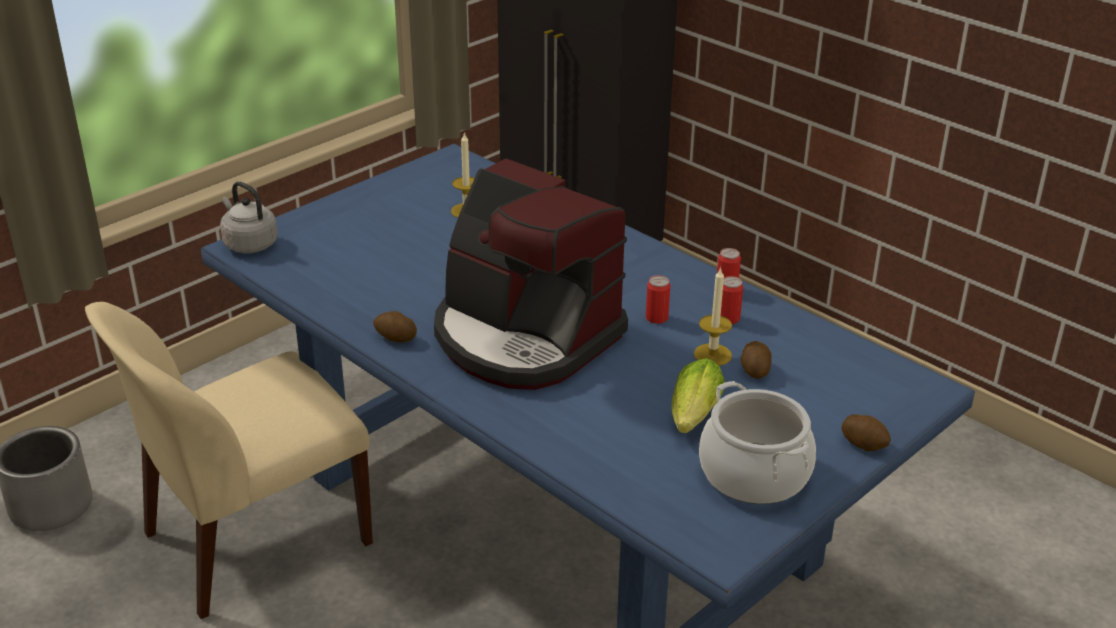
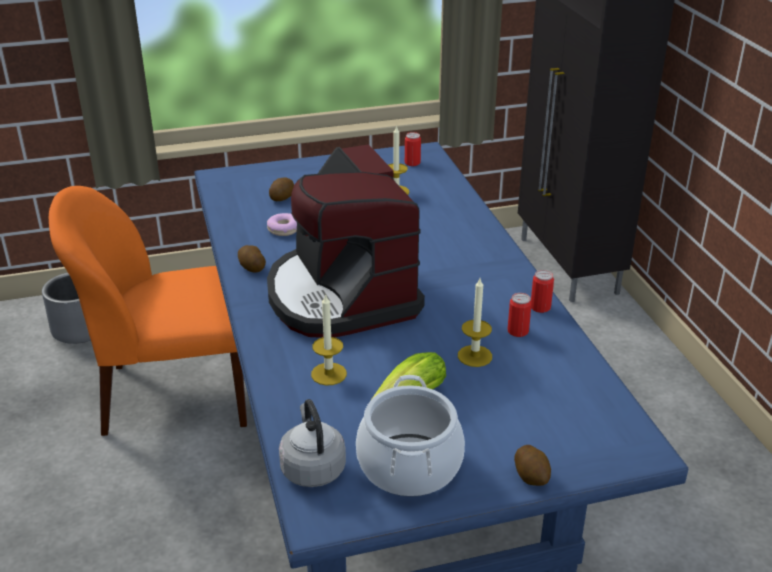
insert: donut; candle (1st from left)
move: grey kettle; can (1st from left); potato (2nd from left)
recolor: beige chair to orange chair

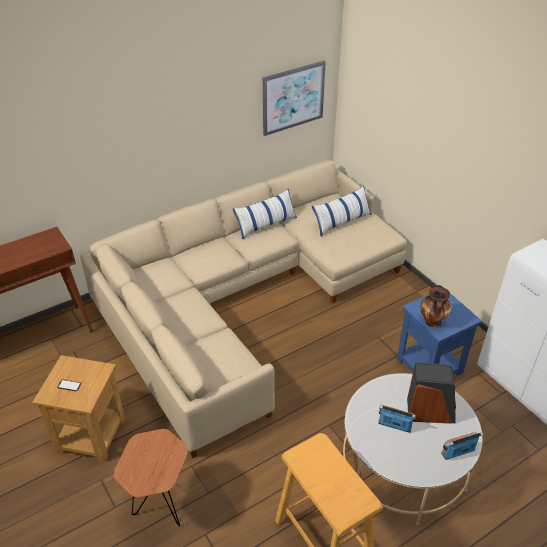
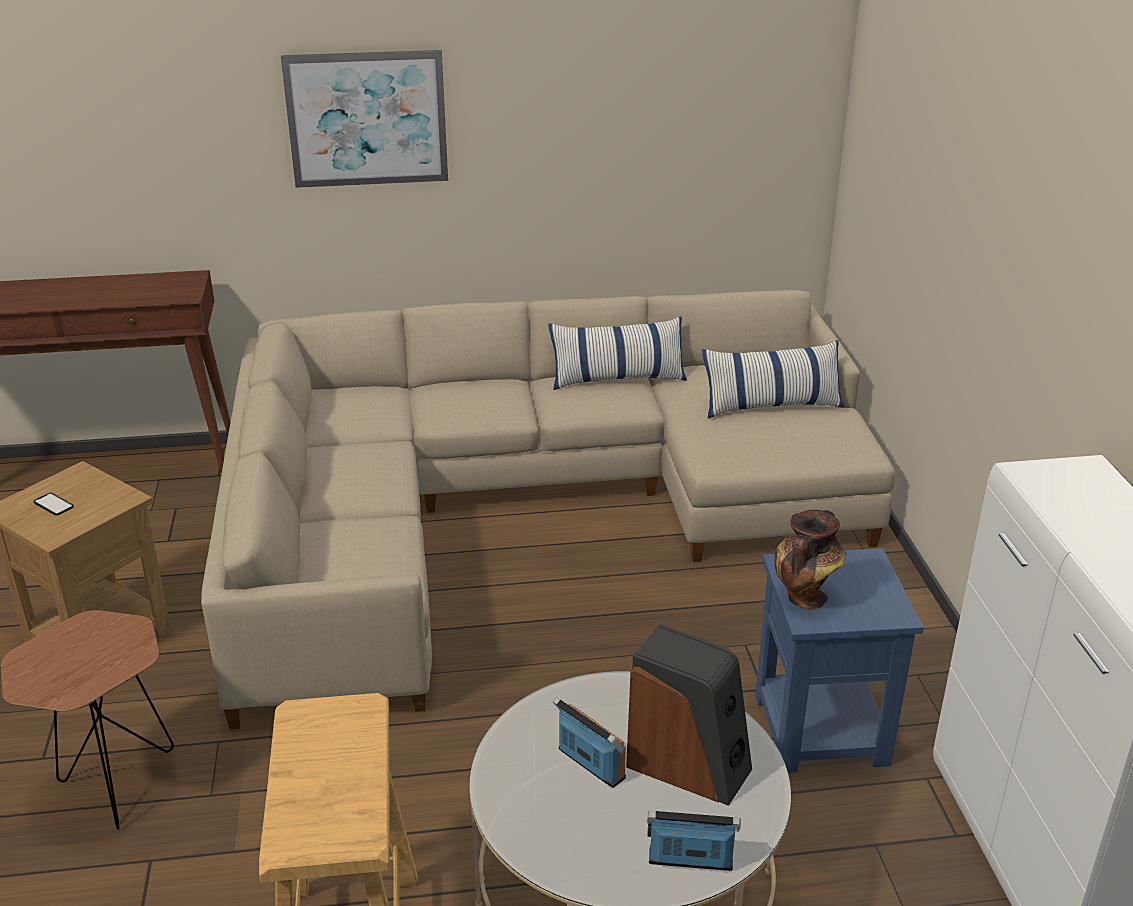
move: picture

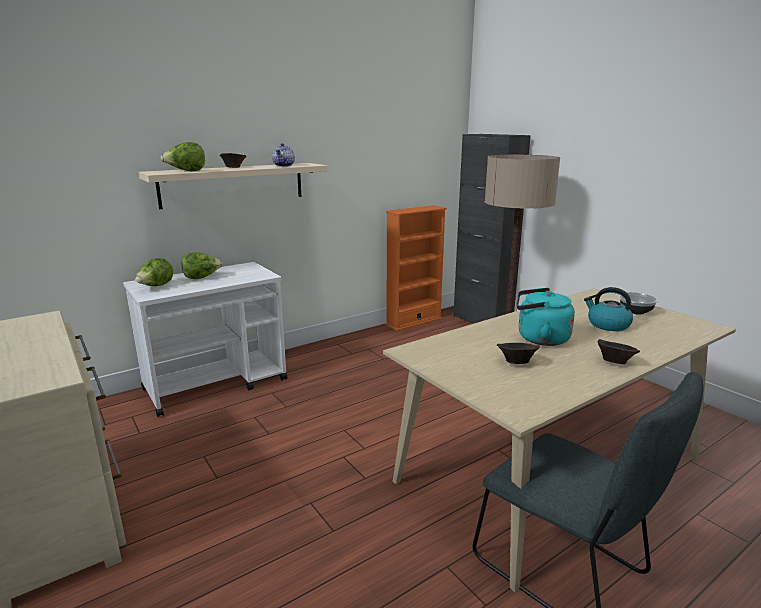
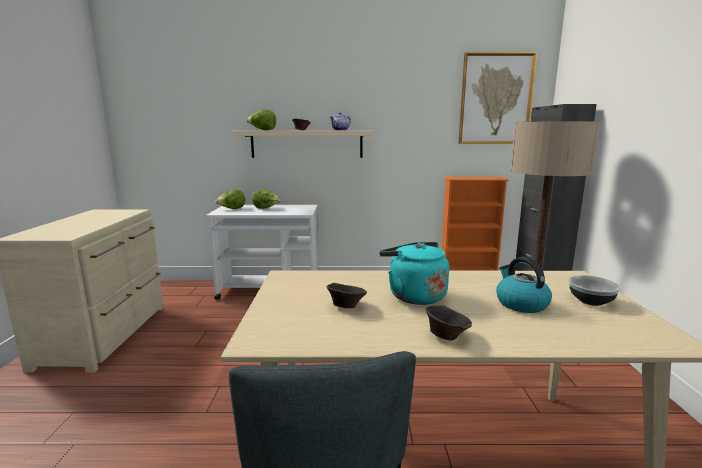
insert: picture

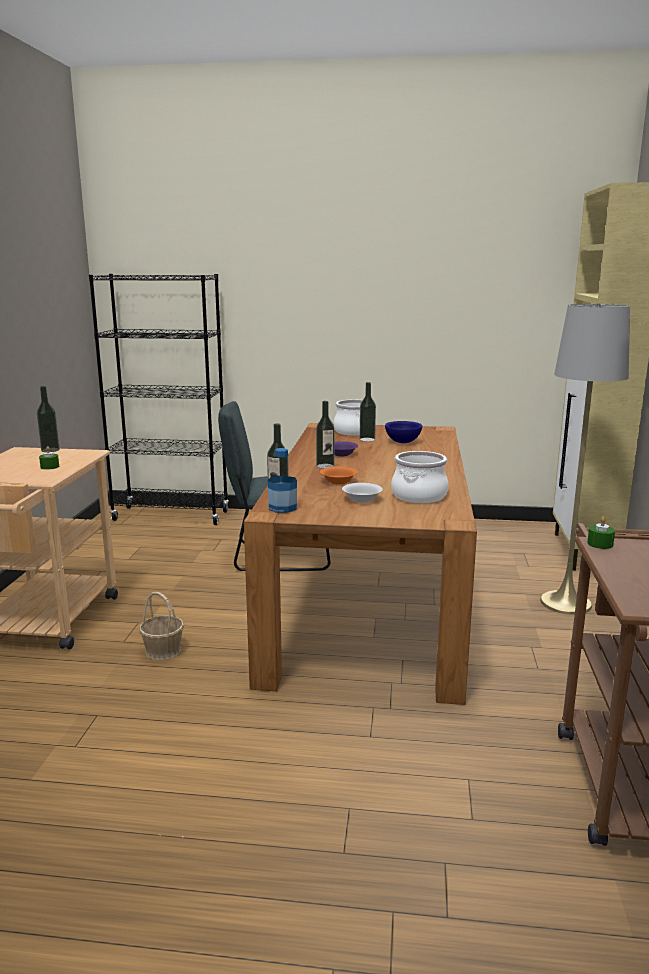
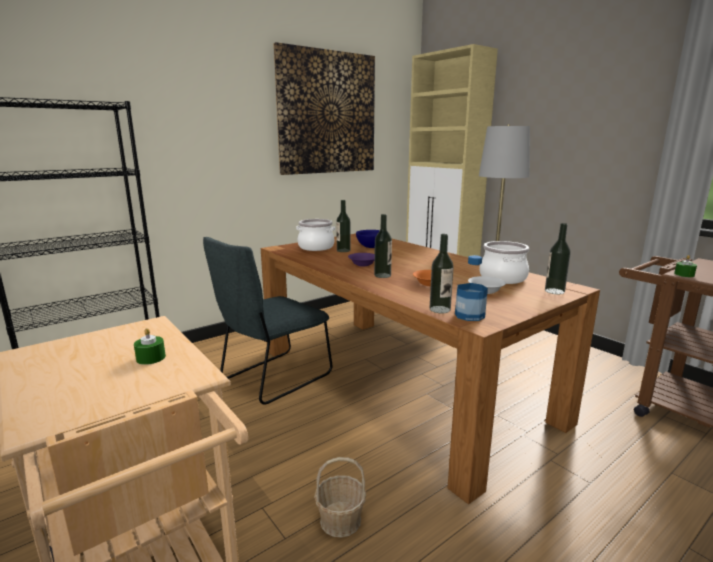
insert: picture
move: bottle (1st from left in the first image) to bottle (5th from left)

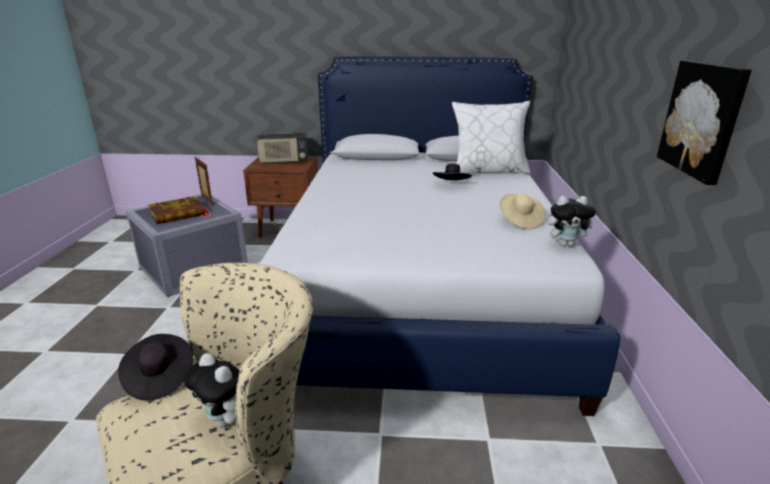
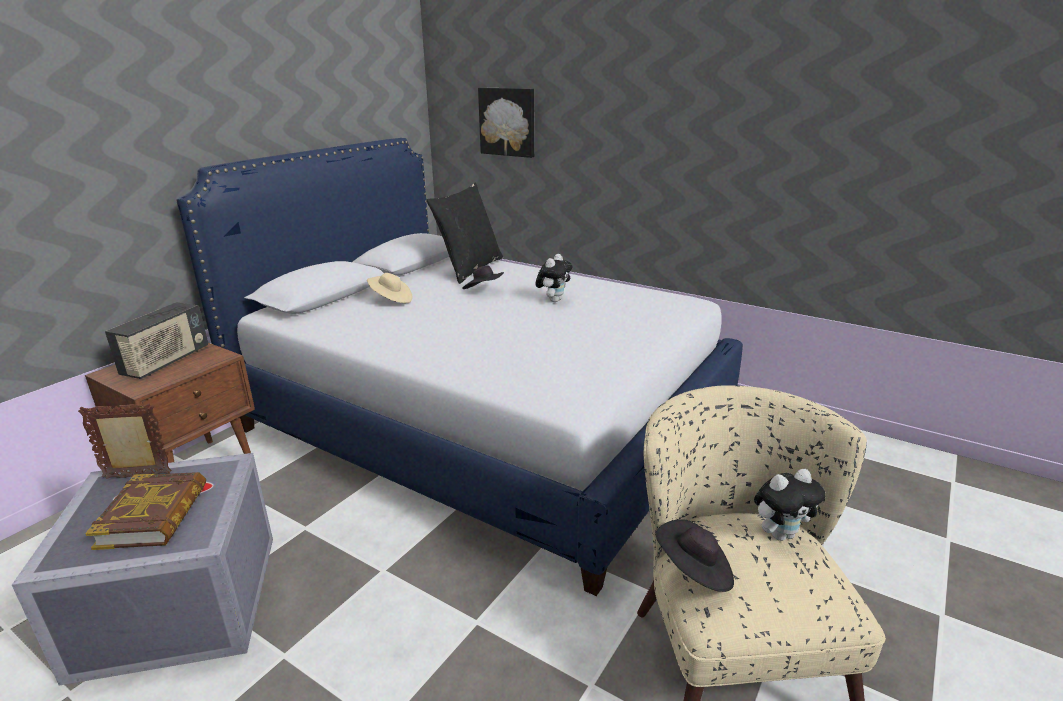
move: beige hat; plush toy (2nd from left in the first image) to plush toy (1st from left); picture
recolor: white pillow to black pillow

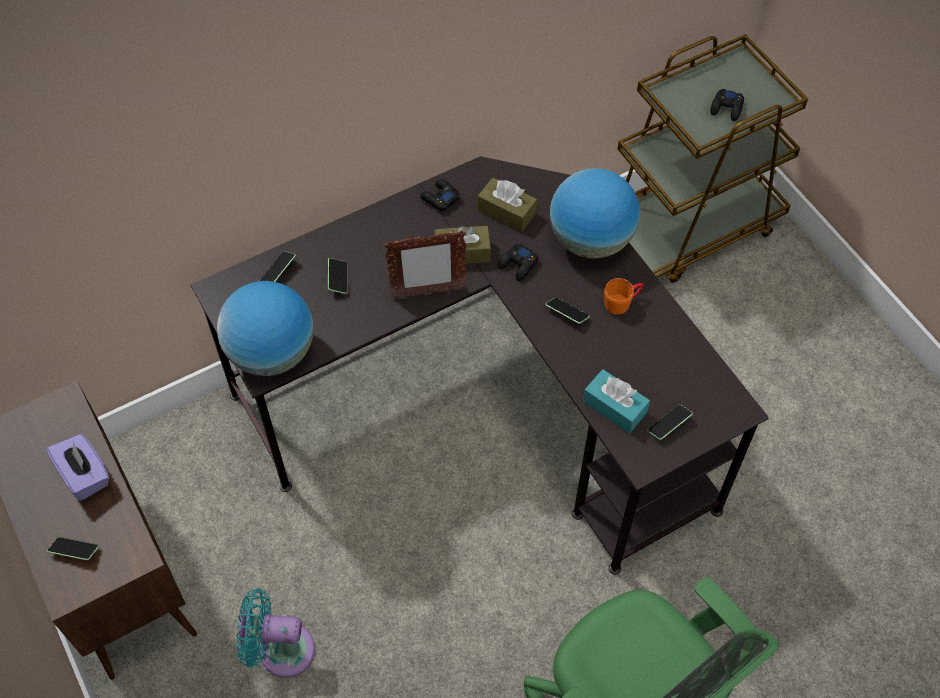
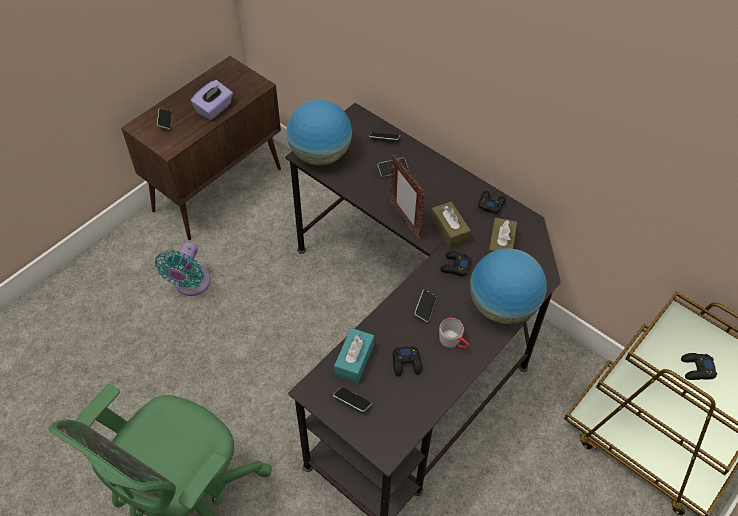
insert: black game controller (1st from left)
recolor: orange mug to grey mug
rotate: turquoise fan 150 degrees counterclockwise

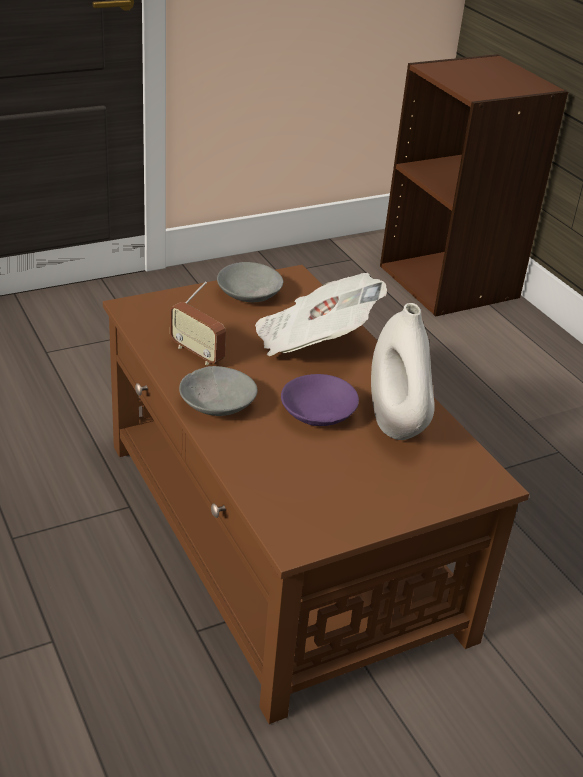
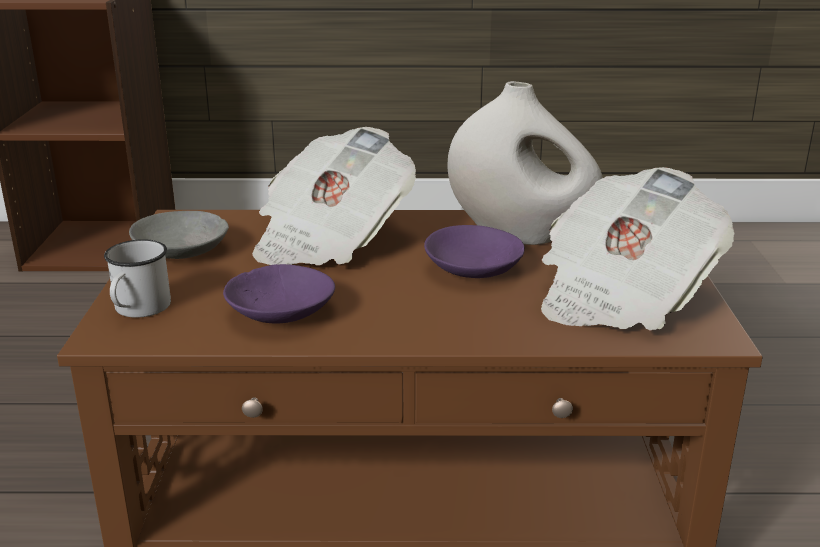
delete: grey bowl (1st from left)
insert: white mug; newspaper (2nd from left)
replace: radio to purple bowl (1st from left)

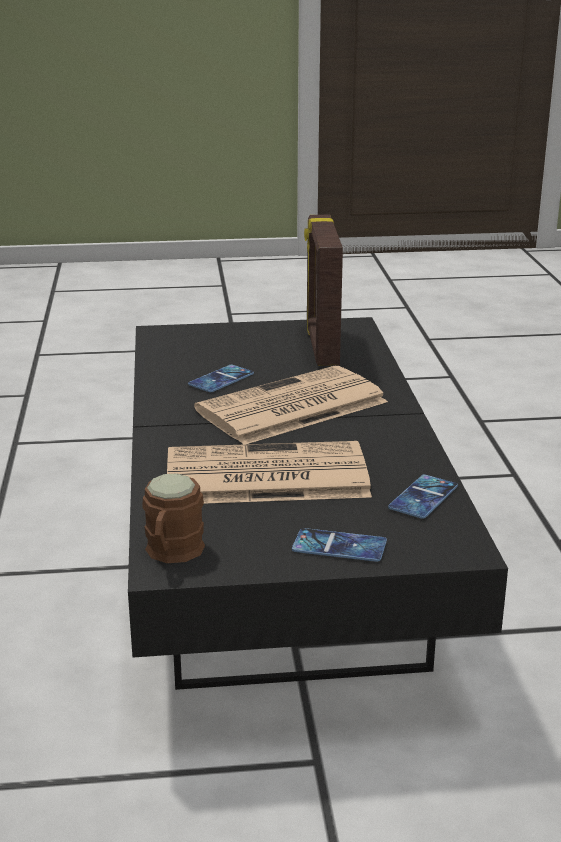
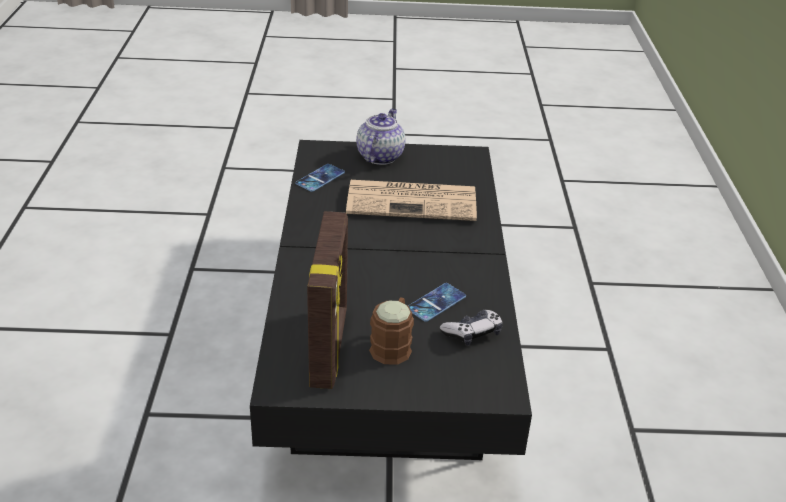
delete: newspaper (2nd from left)
insert: game controller
move: brown mug
replace: phone (2nd from left) to teapot

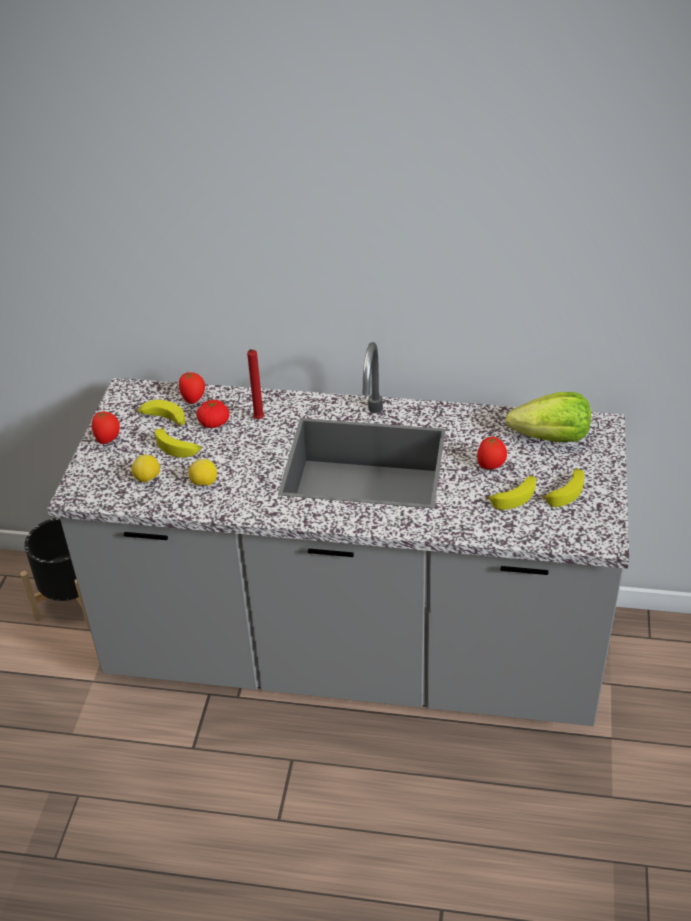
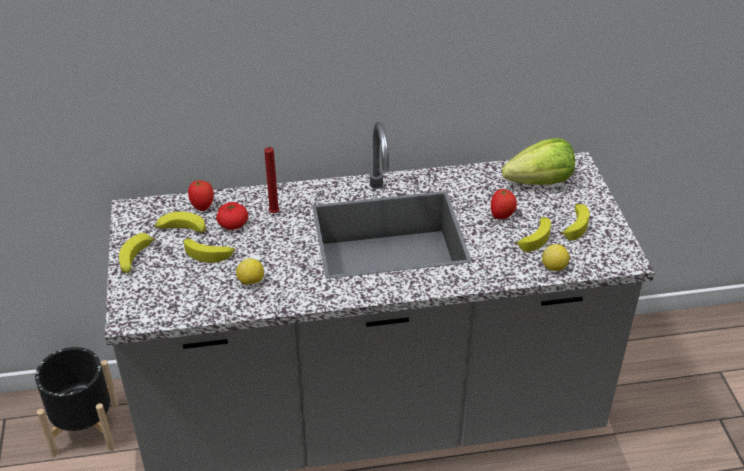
move: lemon (1st from left in the first image) to lemon (2nd from left)
replace: tomato (1st from left) to banana (1st from left)

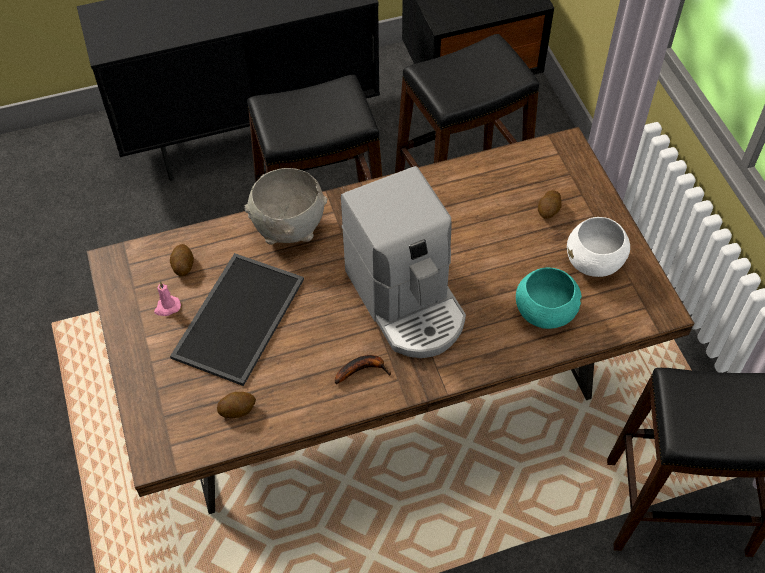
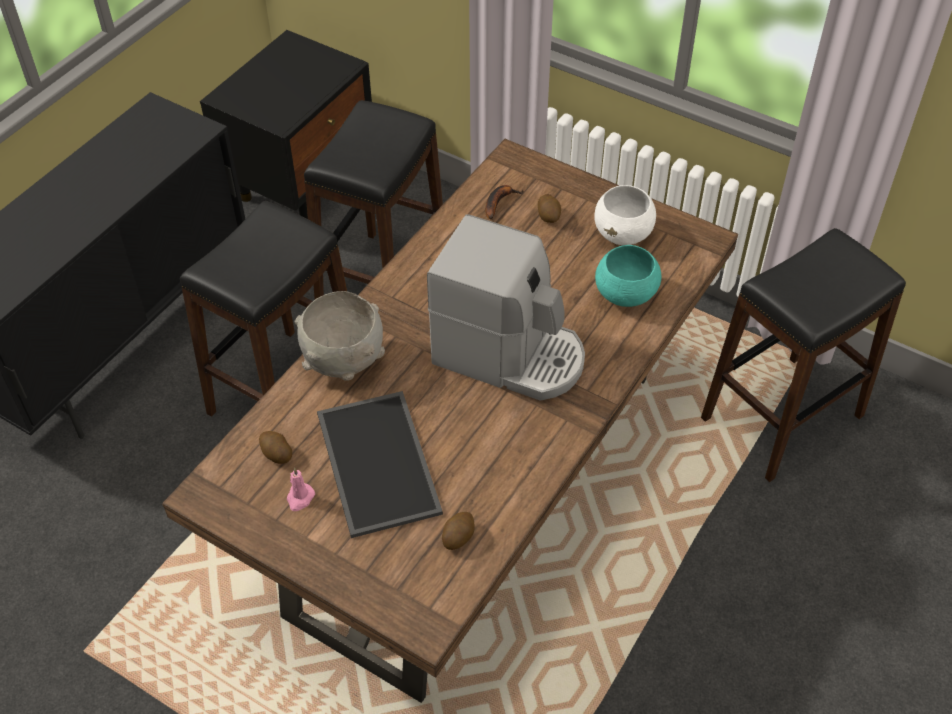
move: banana

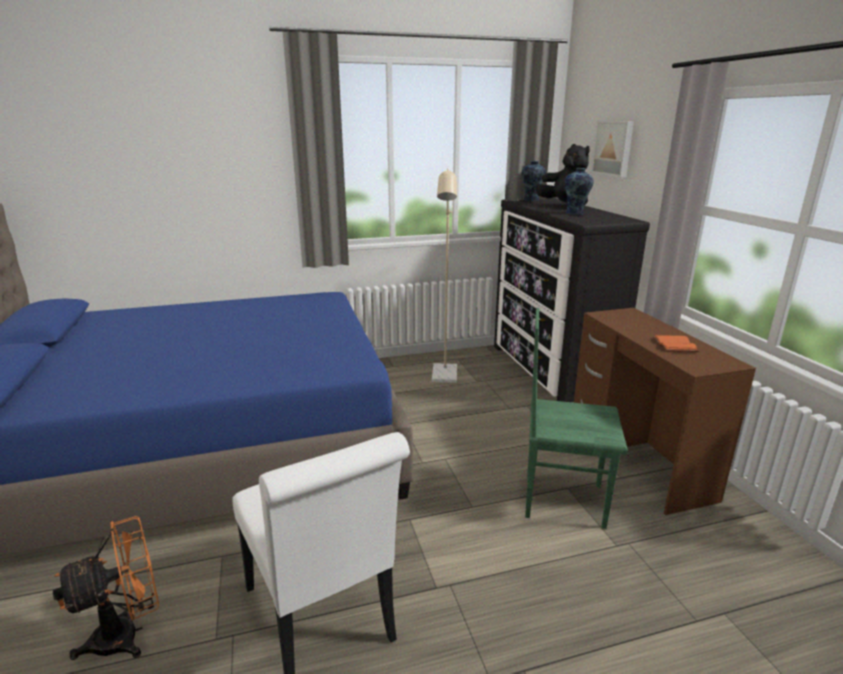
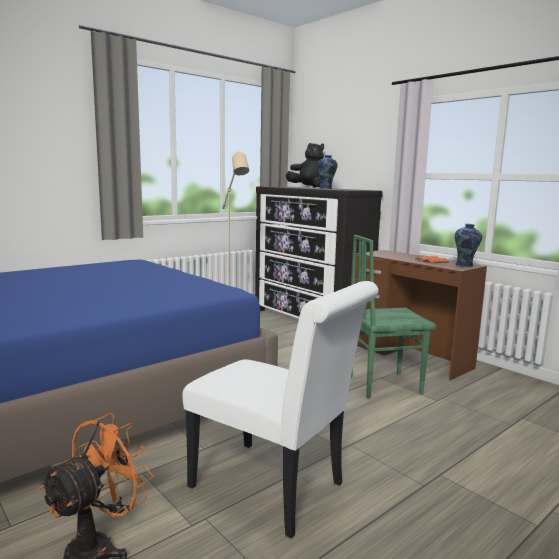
delete: picture
move: vase (1st from left in the first image) to vase (2nd from left)

